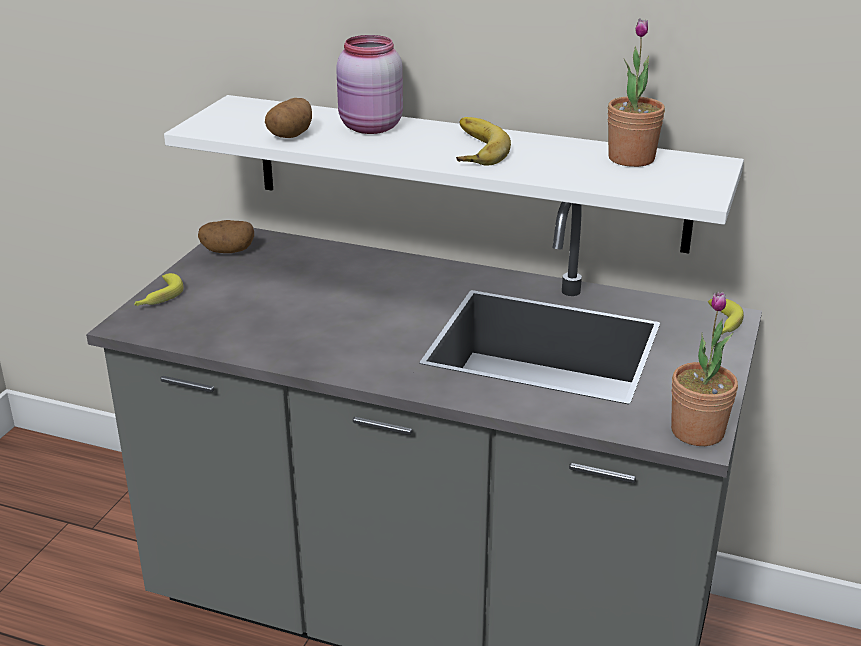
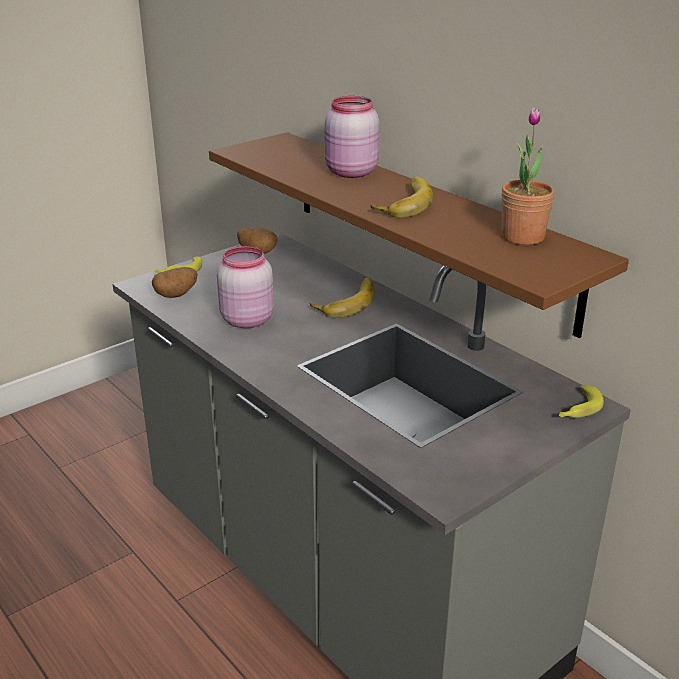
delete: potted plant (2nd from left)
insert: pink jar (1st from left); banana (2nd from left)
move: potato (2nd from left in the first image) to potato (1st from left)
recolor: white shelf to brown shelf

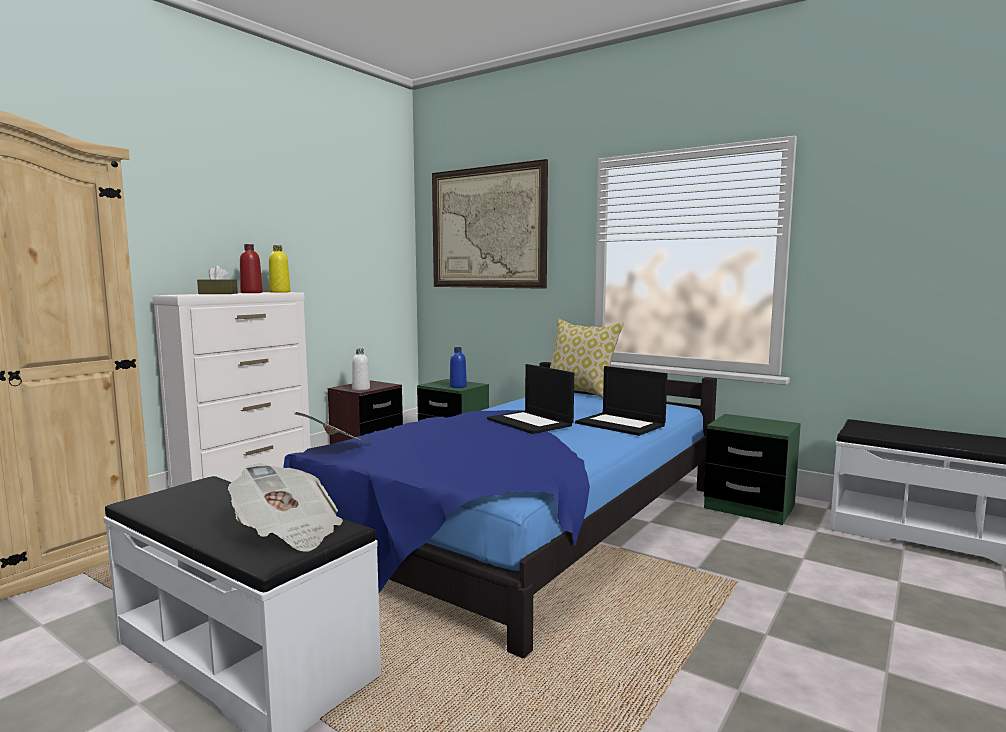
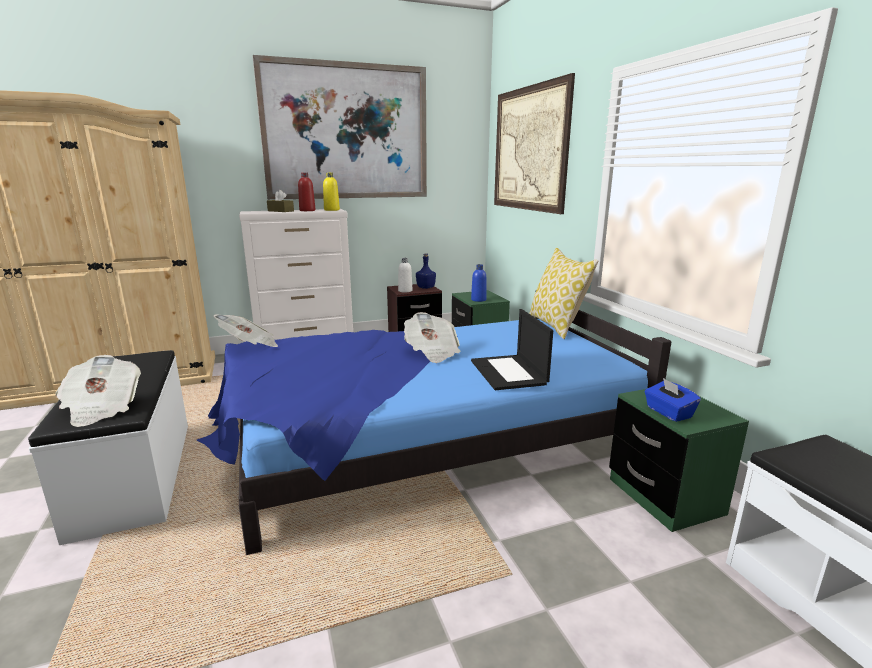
insert: picture (1st from left); blue bottle (1st from left); blue tissue box
replace: laptop (1st from left) to newspaper (3rd from left)

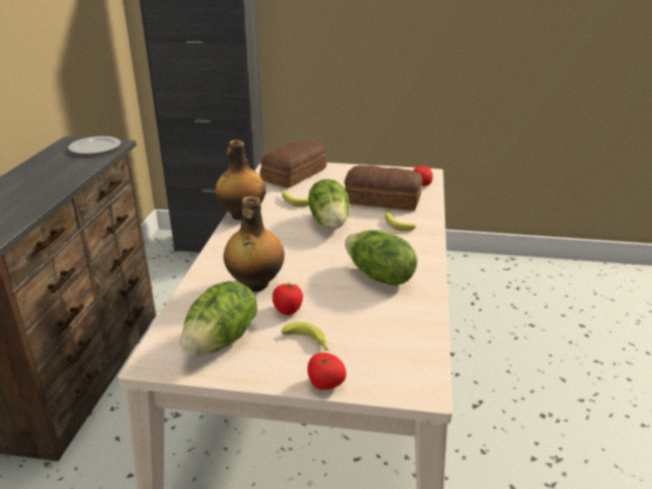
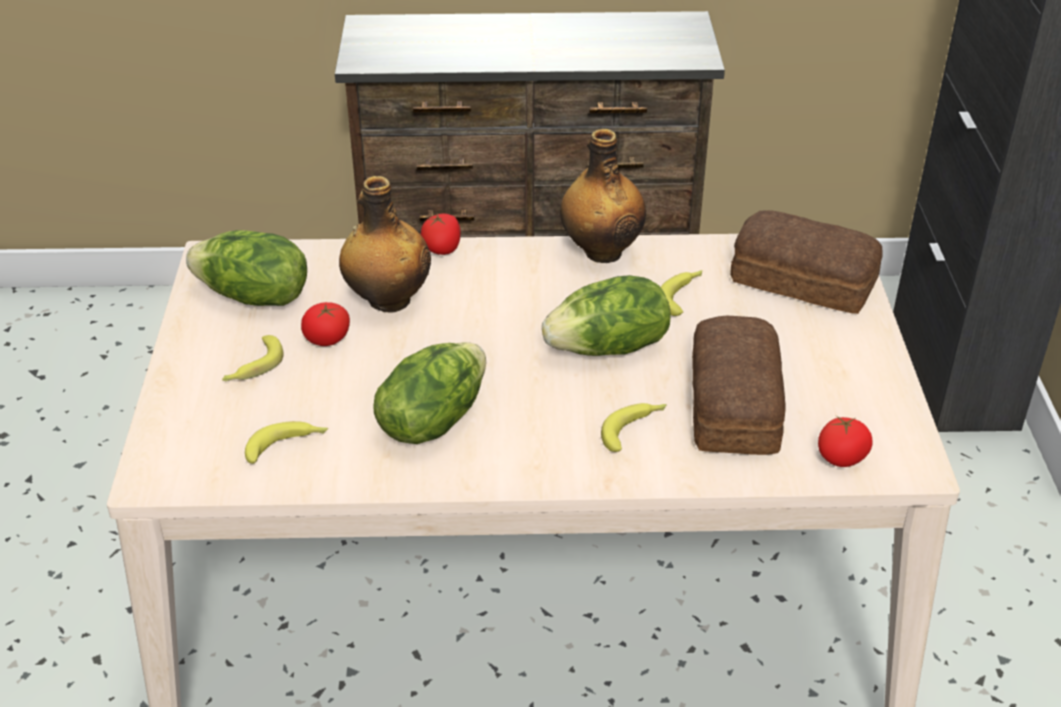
delete: plate
insert: banana (2nd from left)
move: tomato (2nd from left)

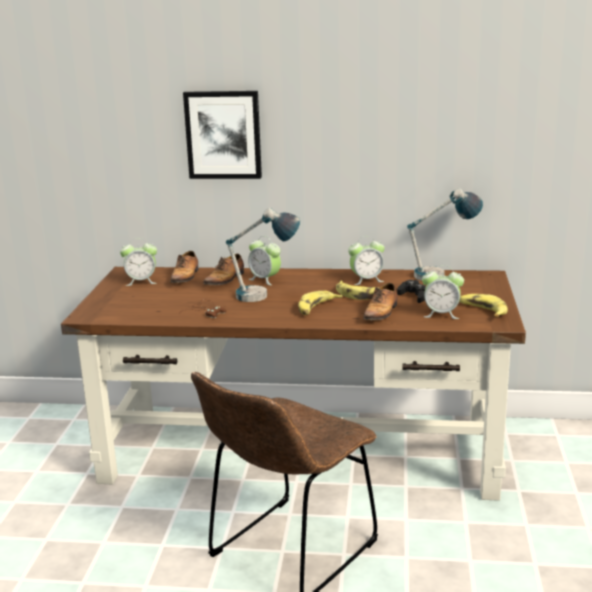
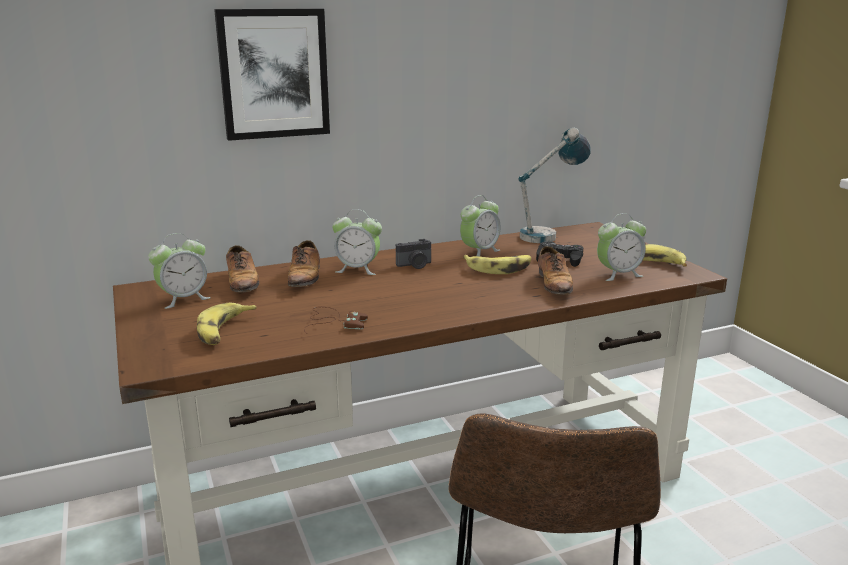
delete: table lamp (1st from left)
insert: photo camera
move: banana (1st from left)

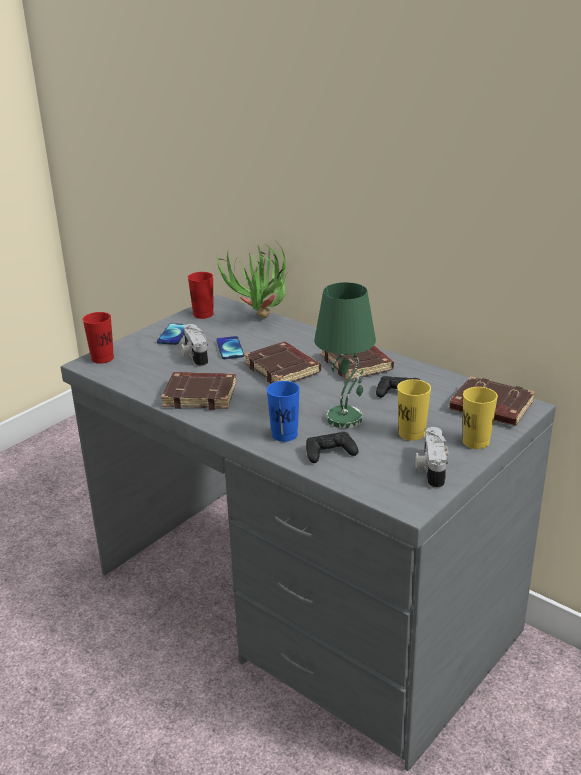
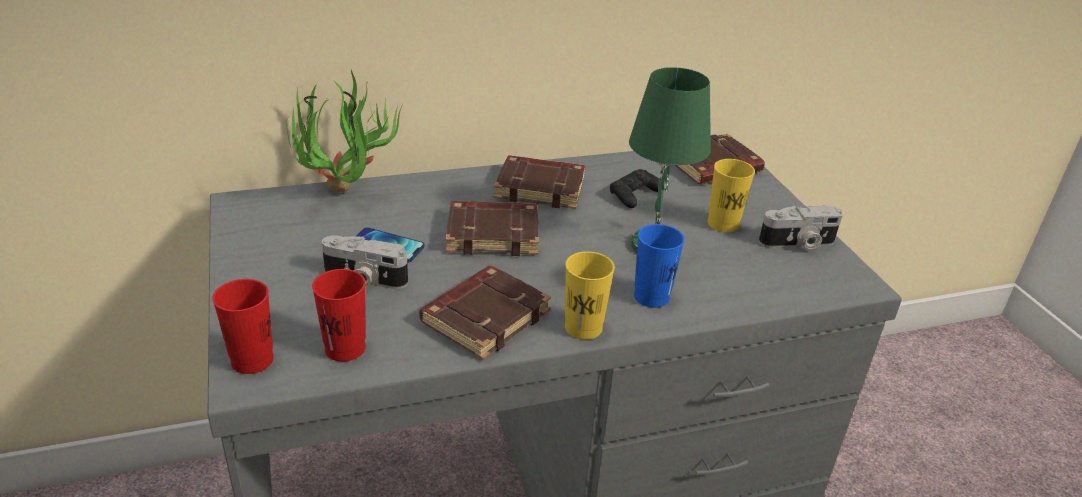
delete: phone (1st from left); black game controller (1st from left)
move: red cup (2nd from left); yellow cup (2nd from left in the first image) to yellow cup (1st from left)
rotate: photo camera (2nd from left) 45 degrees counterclockwise

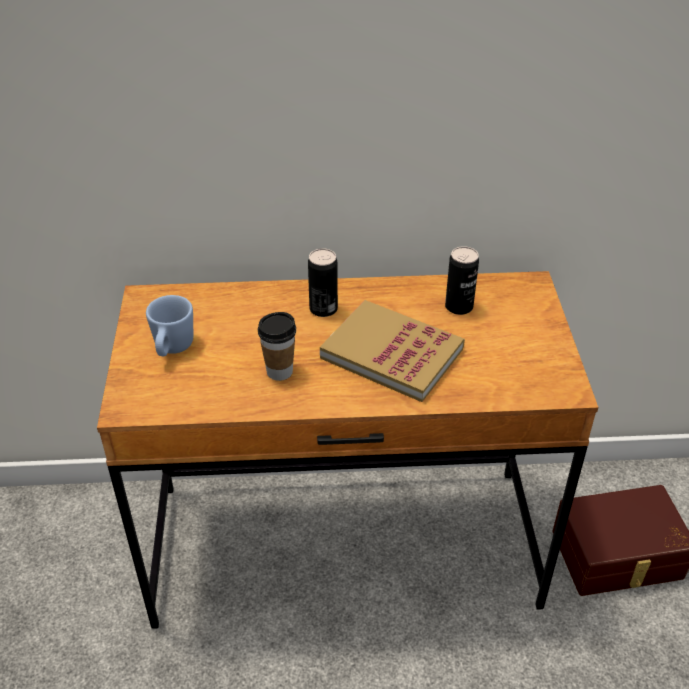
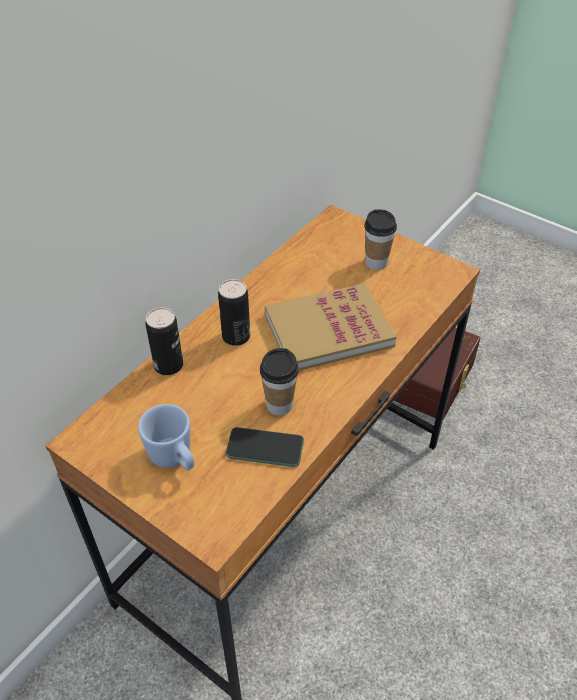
insert: phone; cup (2nd from left)
move: can (2nd from left in the first image) to can (1st from left)

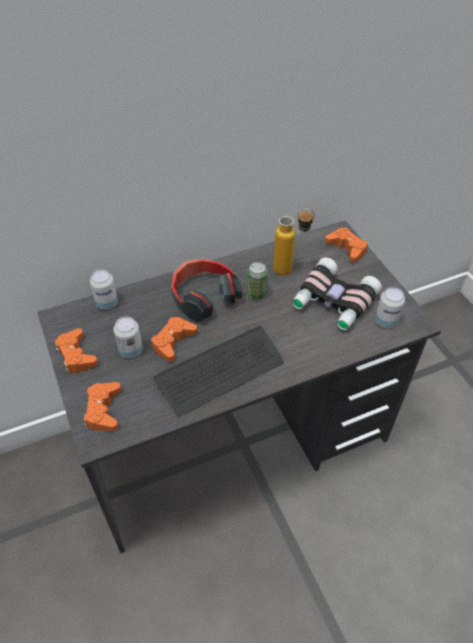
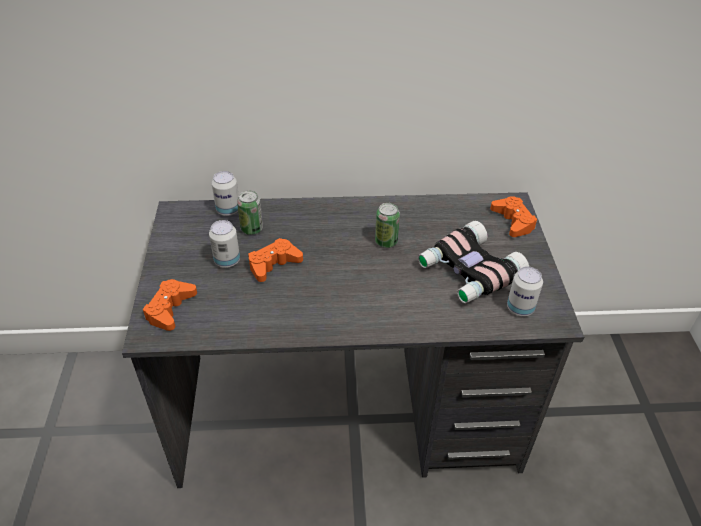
delete: orange game controller (1st from left); keyboard; headphones; bottle
insert: can (3rd from left)

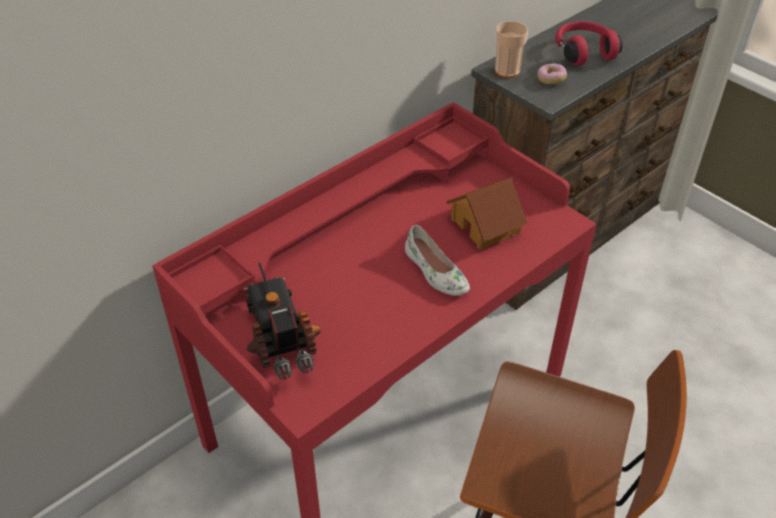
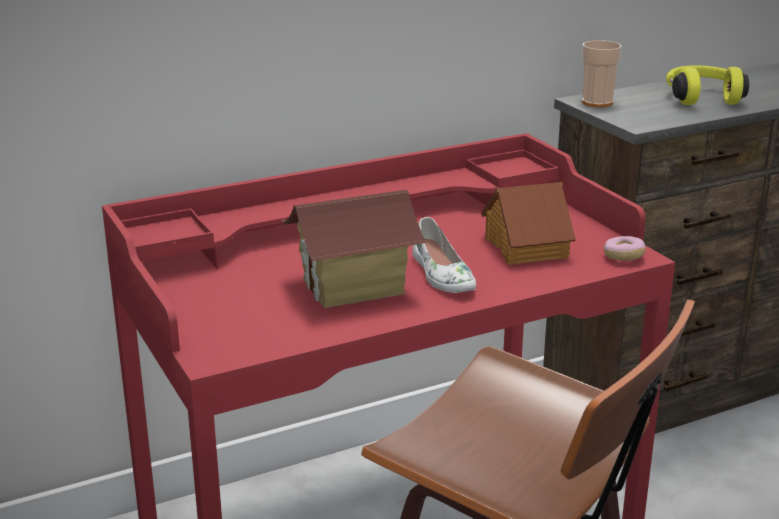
delete: toy truck
insert: toy house (1st from left)
move: donut
recolor: red headphones to yellow headphones

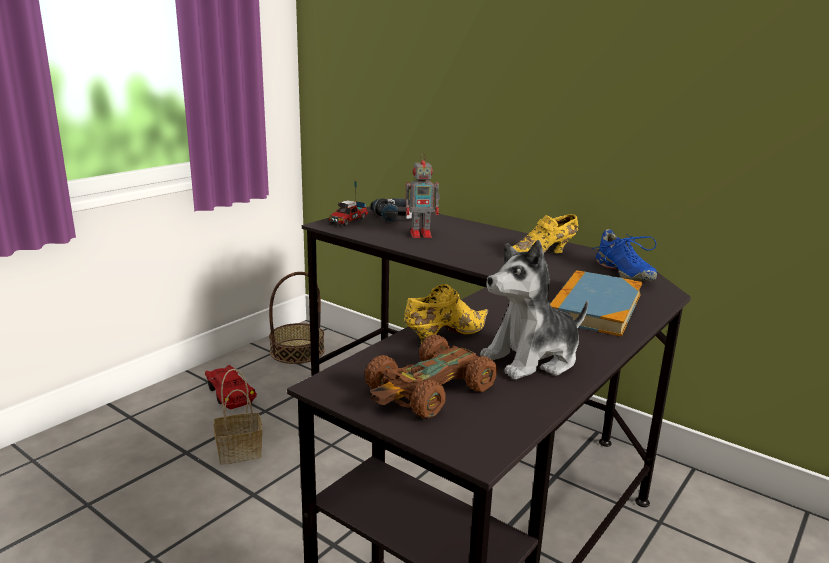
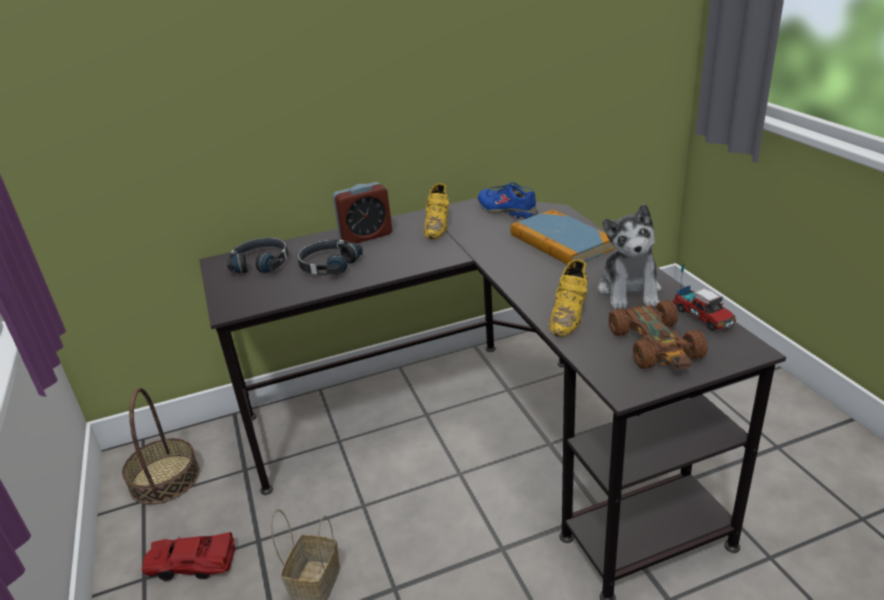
insert: alarm clock
move: toy truck
replace: toy robot to black headphones (2nd from left)
rotate: yellow shoe (1st from left in the first image) 150 degrees counterclockwise; blue shoe 150 degrees counterclockwise

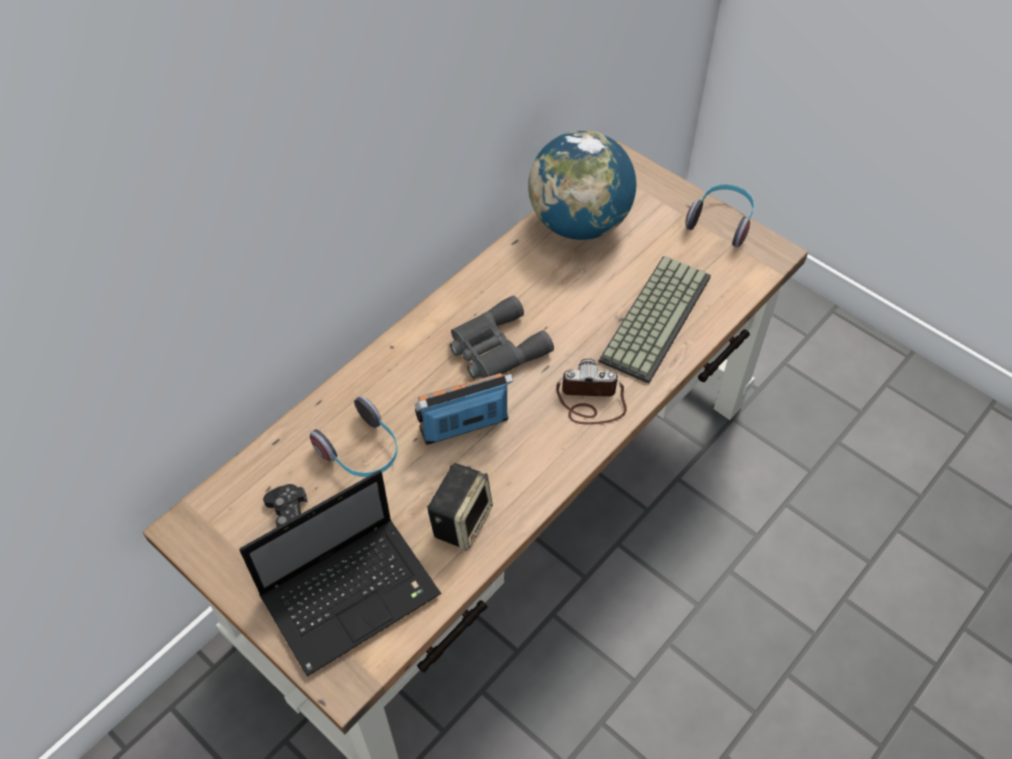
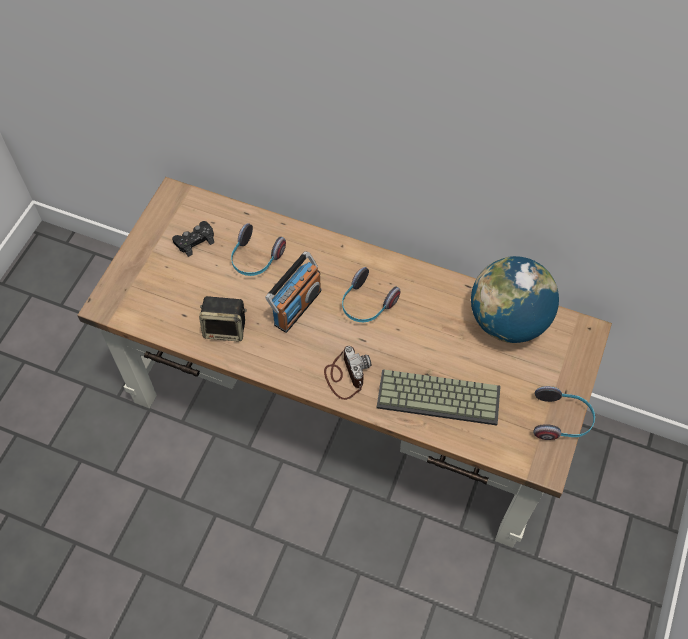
delete: laptop
replace: grey binoculars to headphones (2nd from left)
rotate: radio 75 degrees clockwise

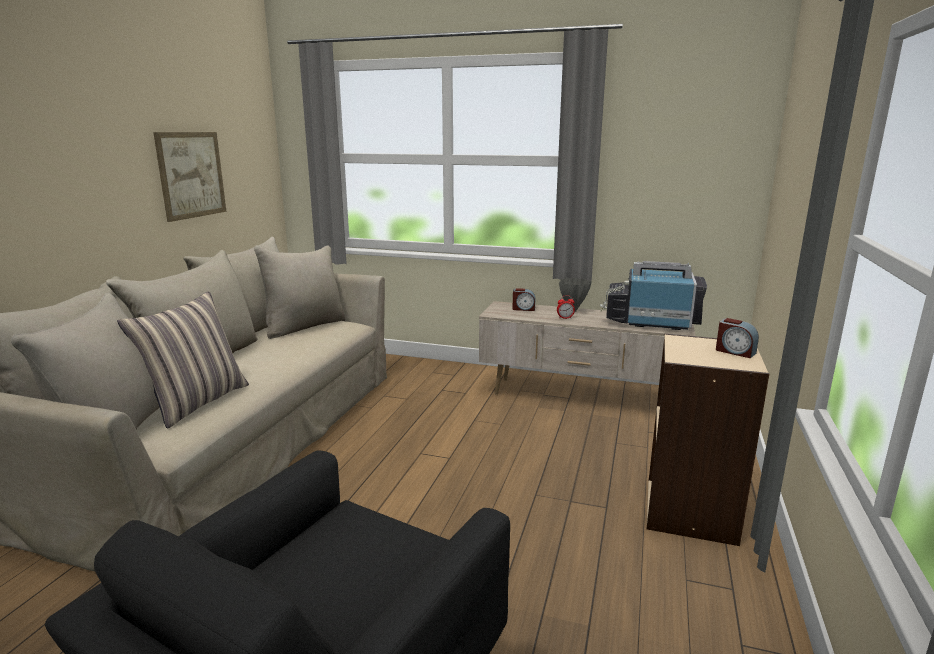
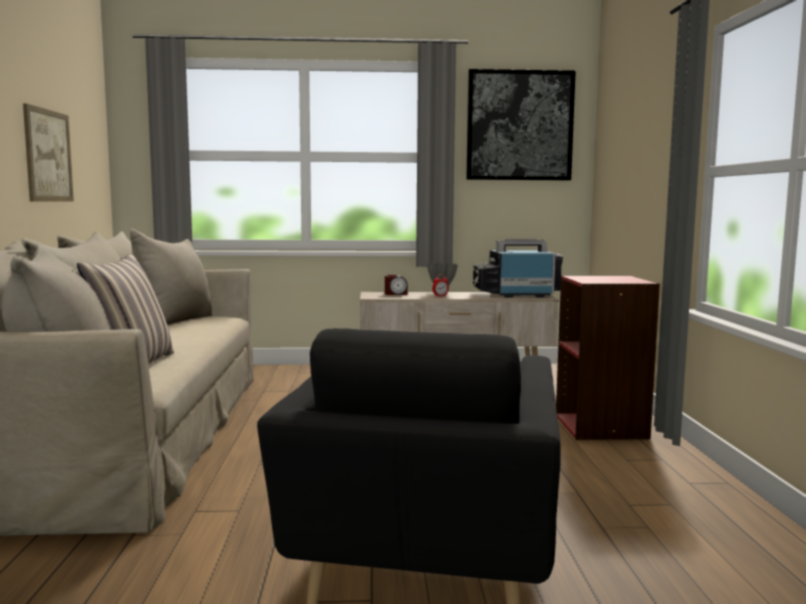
delete: alarm clock (3rd from left)
insert: picture (2nd from left)
recolor: beige bookcase to red bookcase

